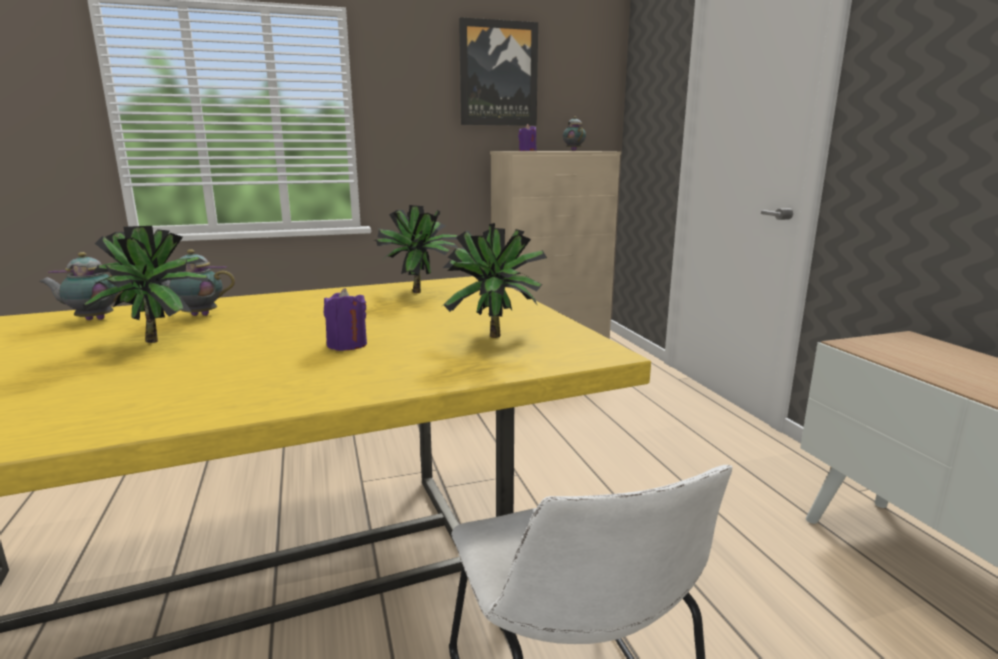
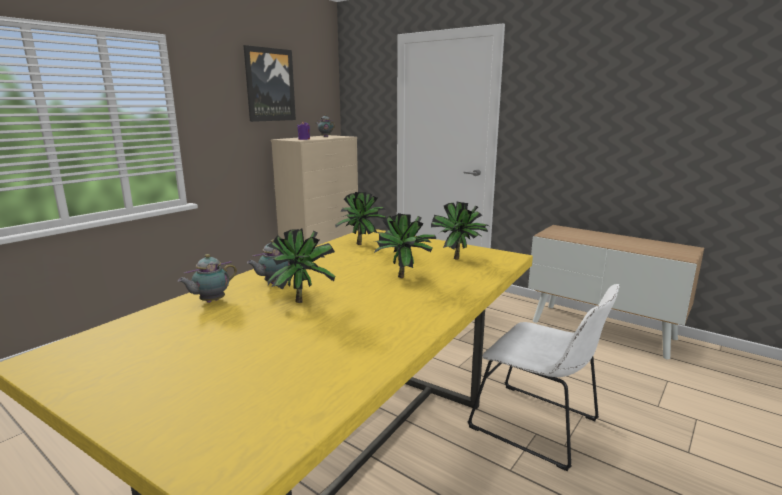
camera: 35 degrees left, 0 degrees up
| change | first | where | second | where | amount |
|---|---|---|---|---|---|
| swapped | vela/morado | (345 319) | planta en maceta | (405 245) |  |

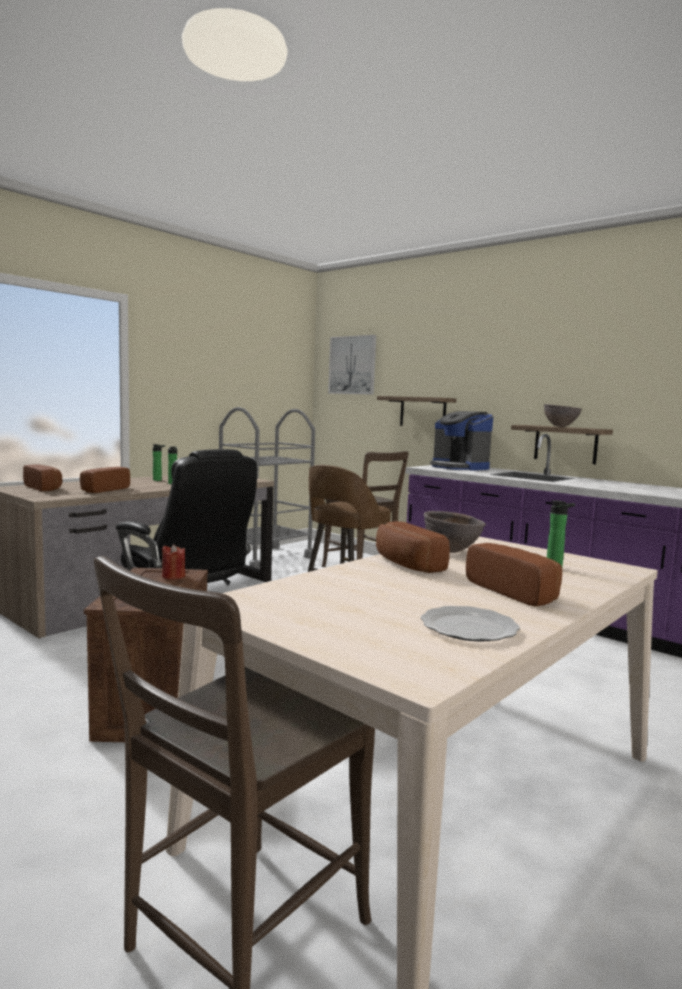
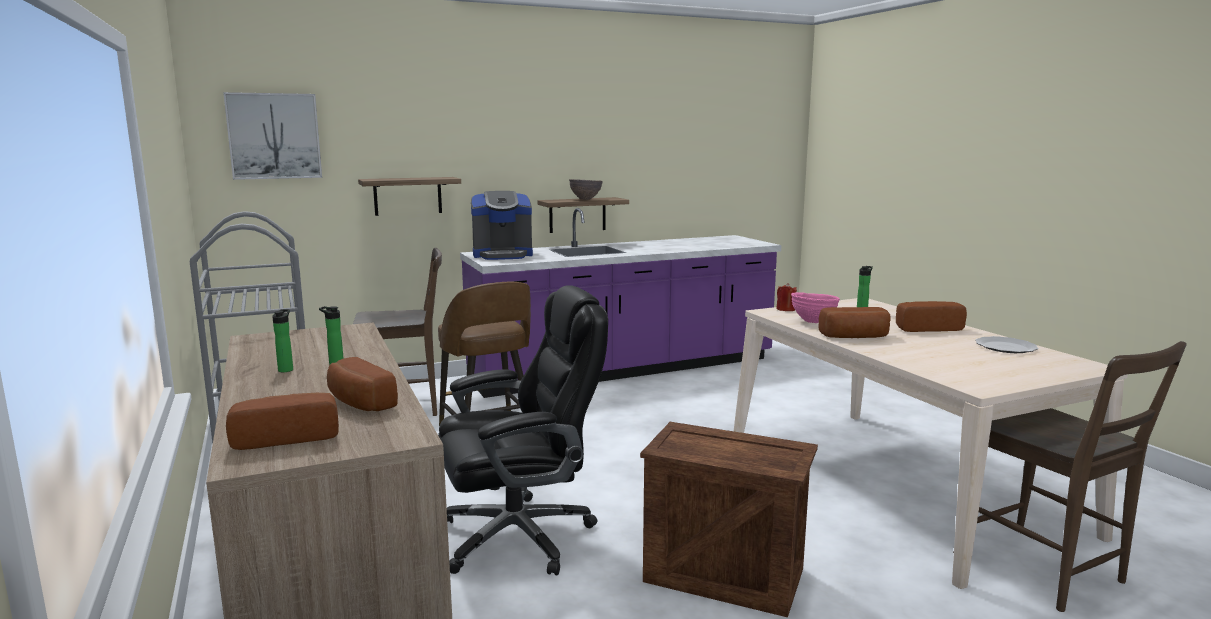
camera: 65 degrees left, 5 degrees up
| change | first | where | second | where | amount |
|---|---|---|---|---|---|
| shifted | vela/rojo | (173 562) |  | (786 297) |  |
| repainted | cuenco/marrón | (455 532) | cuenco/rosa | (815 307) |  |

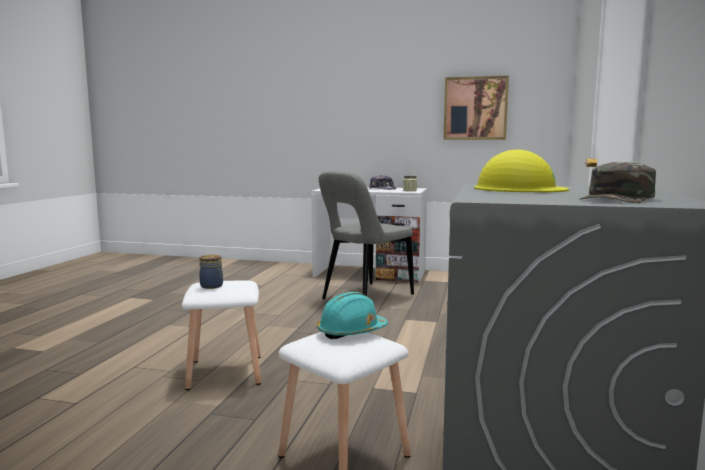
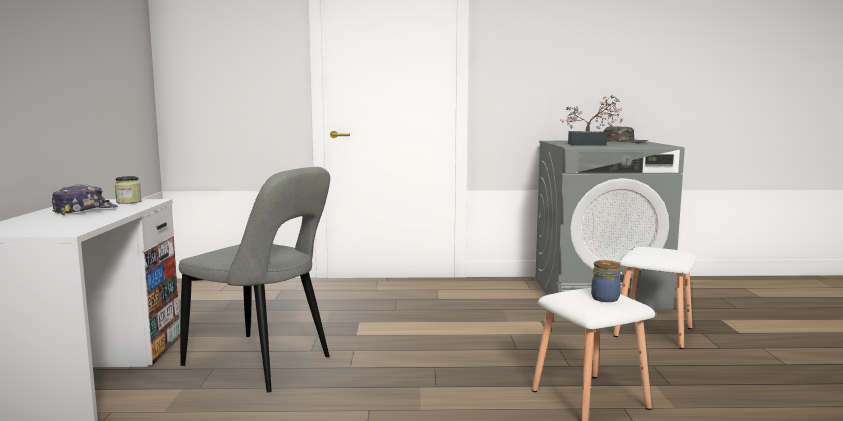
camera: 105 degrees left, 0 degrees up
| change | first | where | second | where | amount |
|---|---|---|---|---|---|
| gone | casco/turquesa | (352 315) |  |  |  |
| gone | cuadro | (476 108) |  |  |  |
| swapped | casco/amarillo | (521 171) | planta en maceta | (591 120) |  |

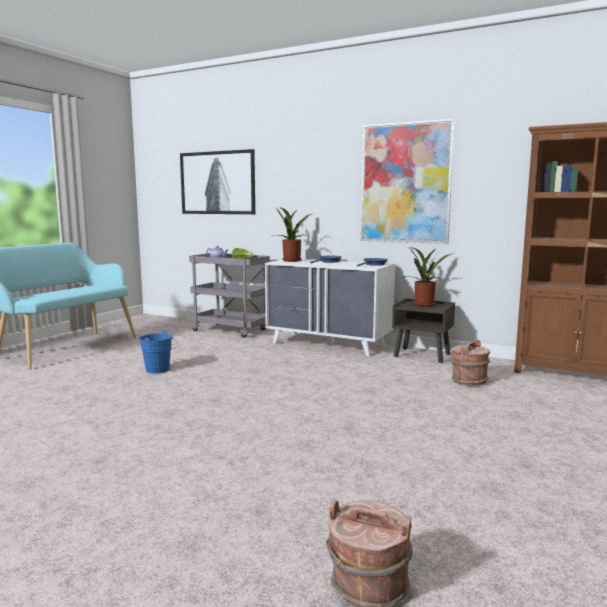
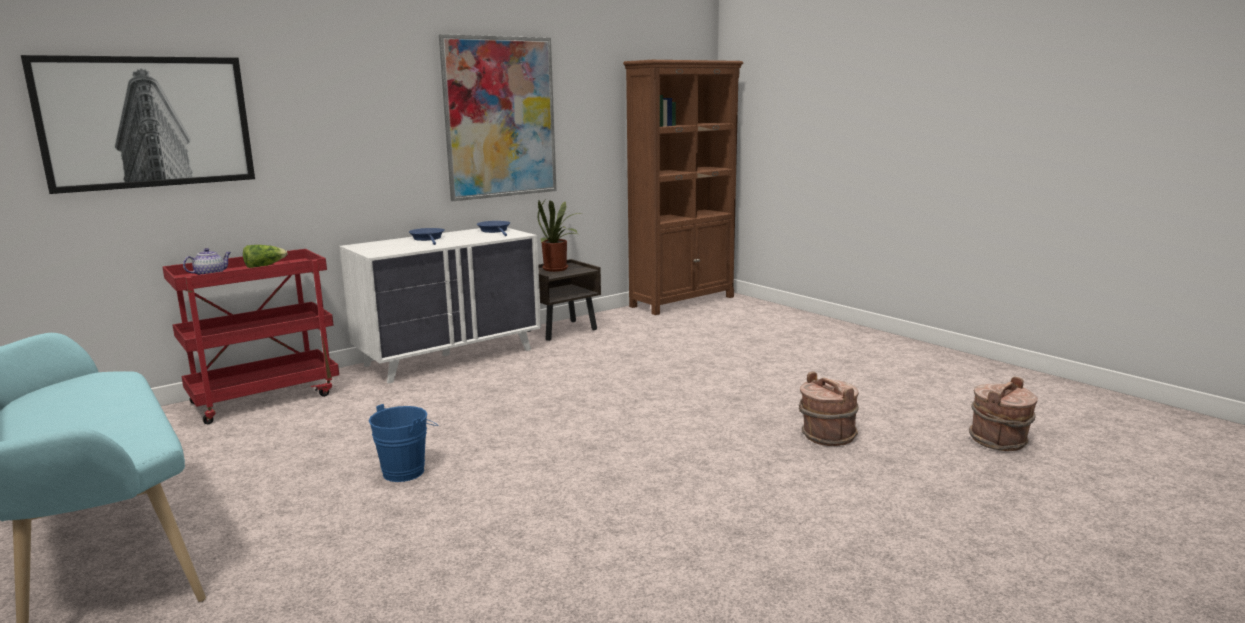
camera: 65 degrees left, 5 degrees up
| change | first | where | second | where | amount |
|---|---|---|---|---|---|
| repainted | carrito/gris | (229 295) | carrito/rojo | (250 336) |  |
| gone | planta en maceta | (291 234) |  |  |  |
| shifted | cubo/marrón | (470 362) |  | (829 408) |  |

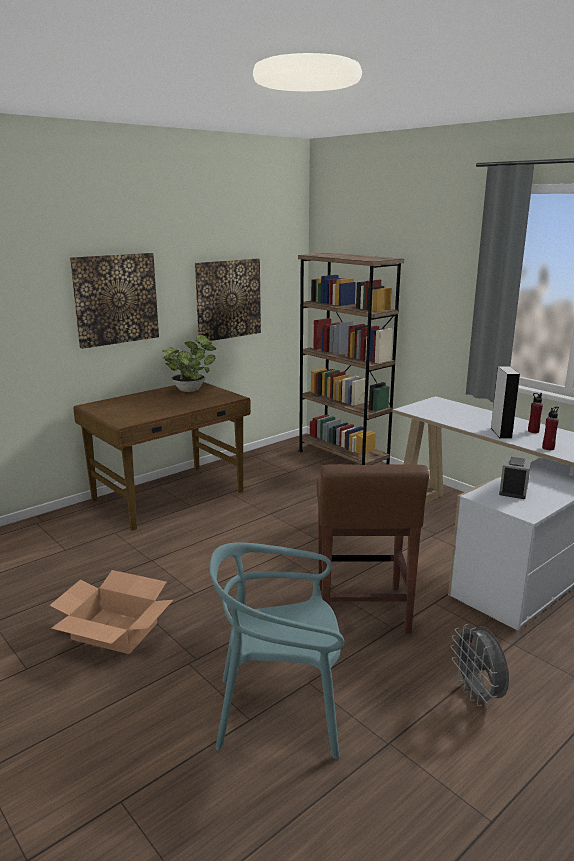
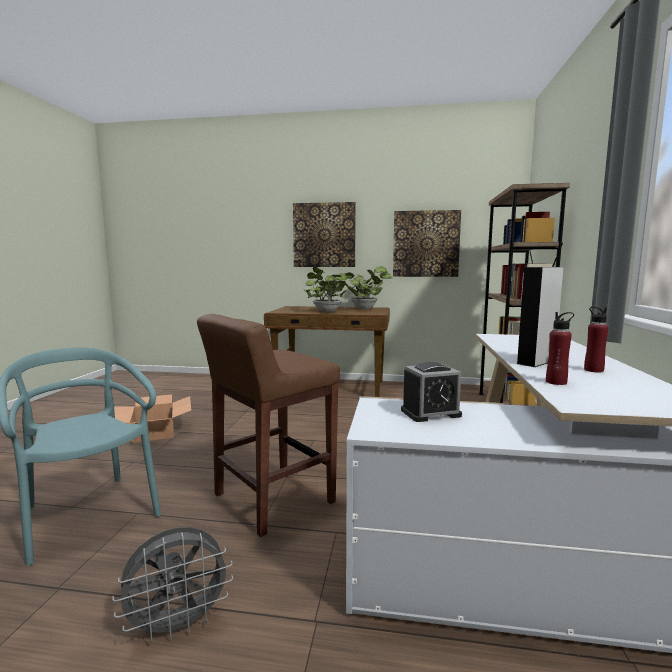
camera: 50 degrees right, 10 degrees down
| change | first | where | second | where | amount |
|---|---|---|---|---|---|
| rotated | ventilador/gris | (480 665) |  | (172 585) | 150 degrees counterclockwise |
| new |  |  | planta en maceta | (325 289) |  |

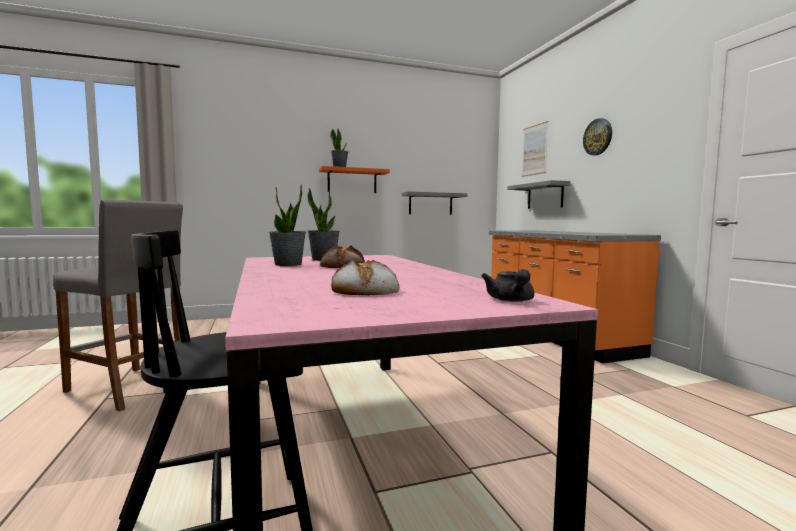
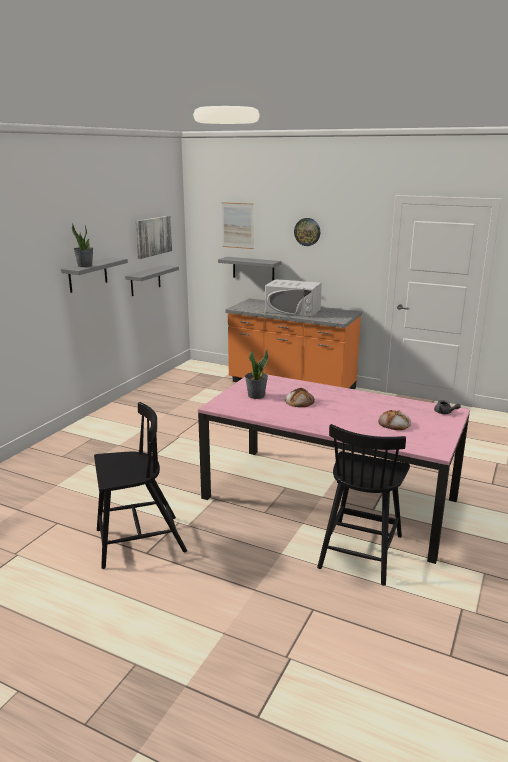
camera: 45 degrees left, 15 degrees up
| change | first | where | second | where | amount |
|---|---|---|---|---|---|
| swapped | taburete/gris | (118 305) | silla/negro | (140 485) |  |
| gone | planta en maceta | (287 225) |  |  |  |
| repainted | estante/naranja | (354 179) | estante/gris | (94 275) |  |
| new |  |  | cuadro | (153 237) |  |
| new |  |  | microondas/blanco | (293 298) |  |

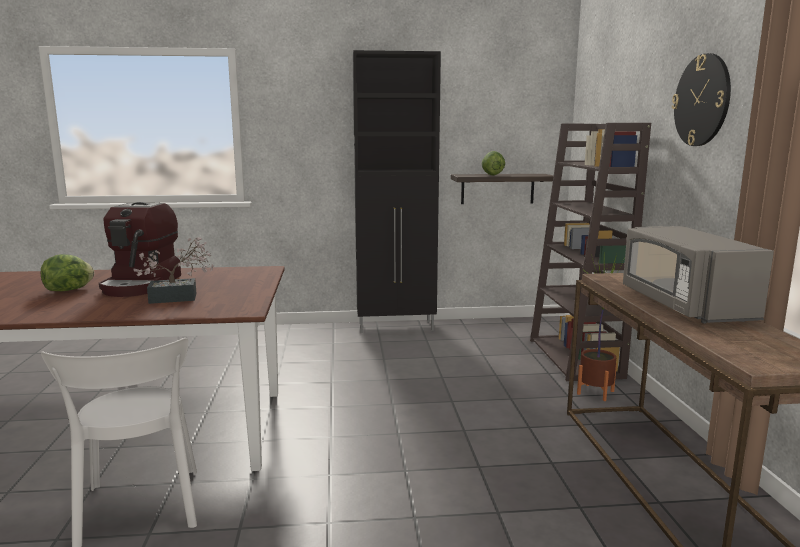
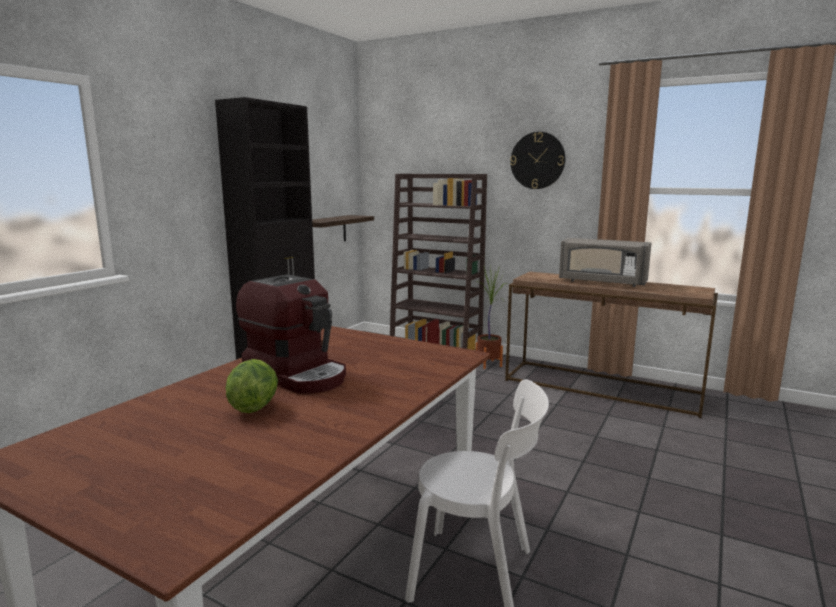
camera: 55 degrees left, 0 degrees up
| change | first | where | second | where | amount |
|---|---|---|---|---|---|
| gone | planta en maceta | (173 270) |  |  |  |
| gone | lechuga | (493 163) |  |  |  |

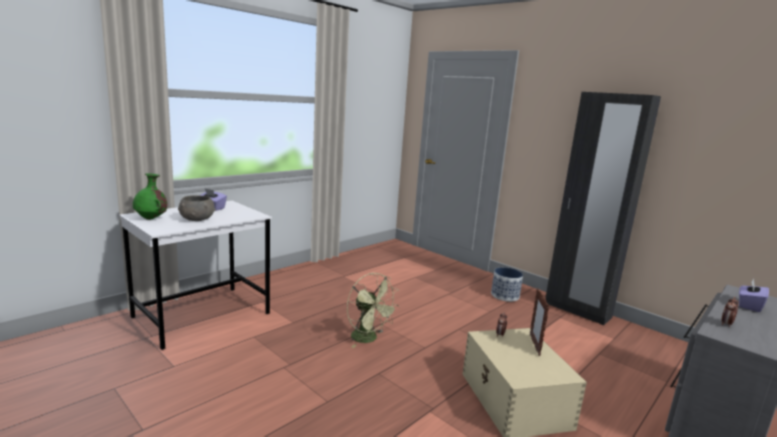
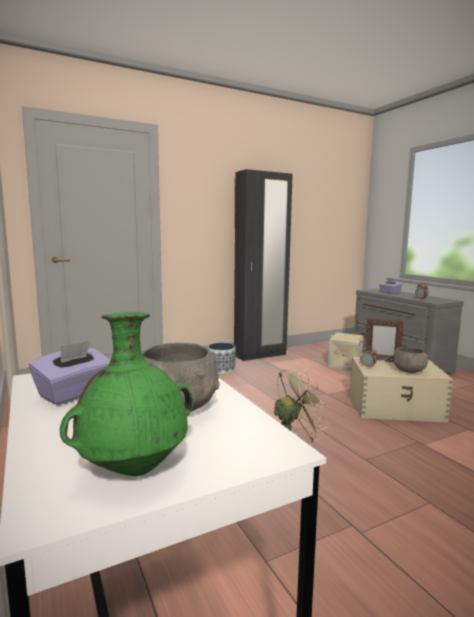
camera: 70 degrees left, 5 degrees down
| change | first | where | second | where | amount |
|---|---|---|---|---|---|
| new |  |  | caja de almacenaje/beis | (346 351) |  |
| new |  |  | cuenco/gris | (410 360) |  |

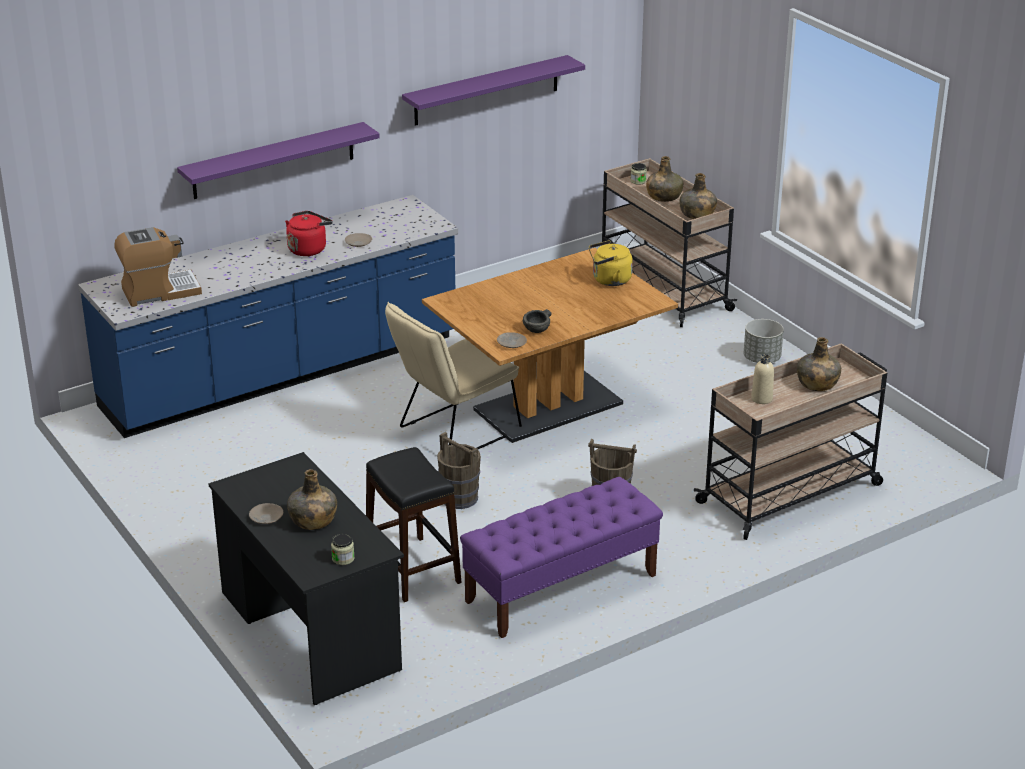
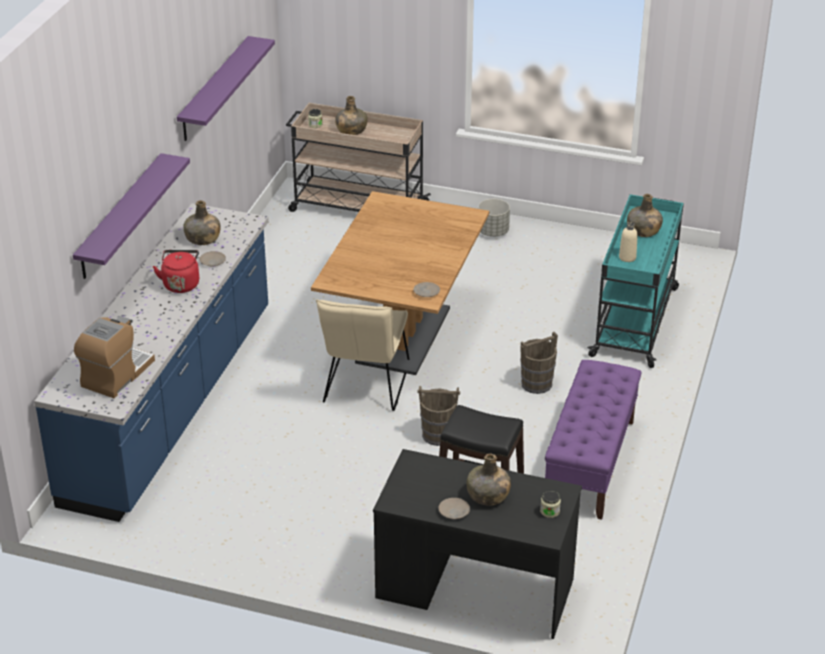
camera: 40 degrees left, 5 degrees up
| change | first | where | second | where | amount |
|---|---|---|---|---|---|
| gone | cuenco/gris | (537 321) |  |  |  |
| gone | hervidor/amarillo | (611 263) |  |  |  |
| shifted | botella/verde | (698 196) |  | (202 222) |  |
| repainted | carrito/beis | (790 441) | carrito/turquesa | (635 281) |  |

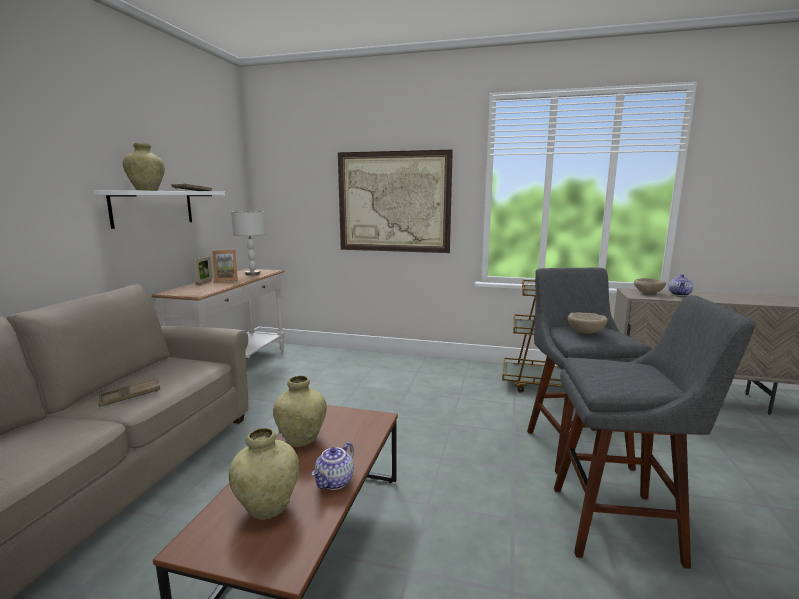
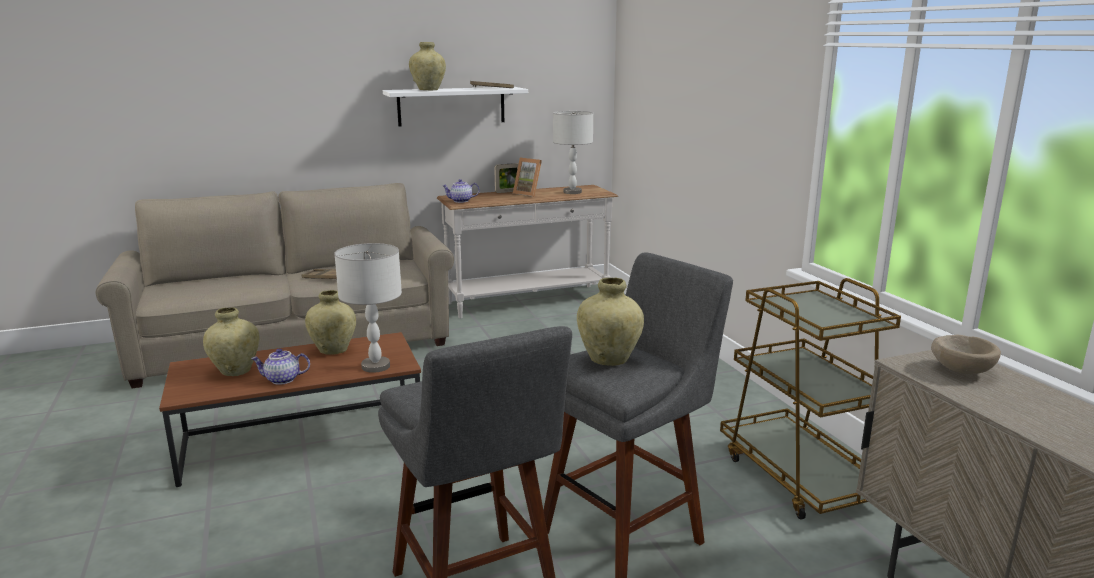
camera: 55 degrees right, 5 degrees up
| change | first | where | second | where | amount |
|---|---|---|---|---|---|
| gone | cuadro | (395 201) |  |  |  |
| swapped | cuenco/beis | (588 323) | florero/beis | (610 321) |  |
| shifted | tetera | (681 285) |  | (461 191) |  |
| new |  |  | lámpara de mesa/gris | (368 308) |  |

